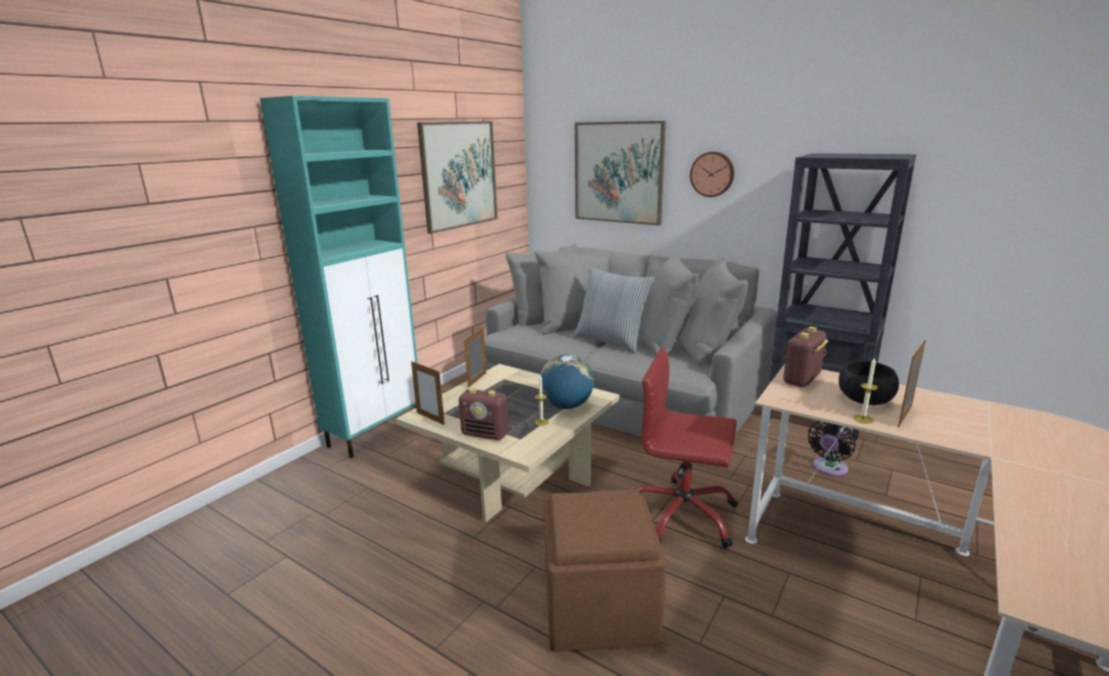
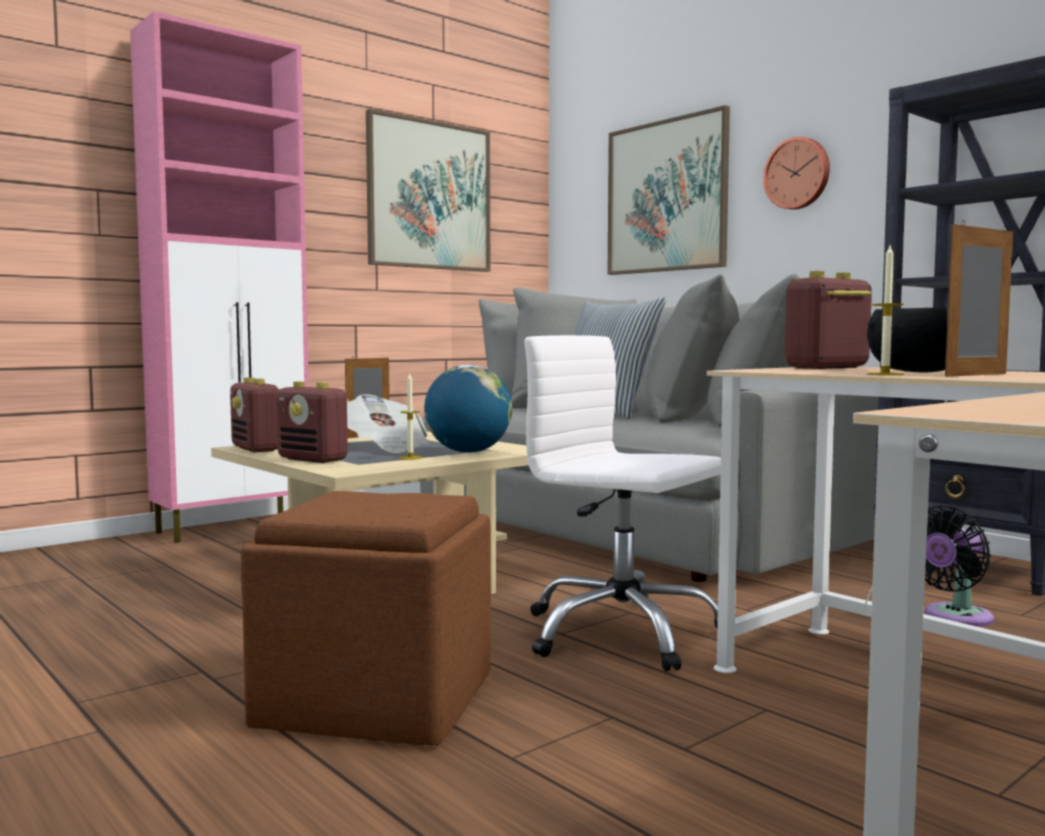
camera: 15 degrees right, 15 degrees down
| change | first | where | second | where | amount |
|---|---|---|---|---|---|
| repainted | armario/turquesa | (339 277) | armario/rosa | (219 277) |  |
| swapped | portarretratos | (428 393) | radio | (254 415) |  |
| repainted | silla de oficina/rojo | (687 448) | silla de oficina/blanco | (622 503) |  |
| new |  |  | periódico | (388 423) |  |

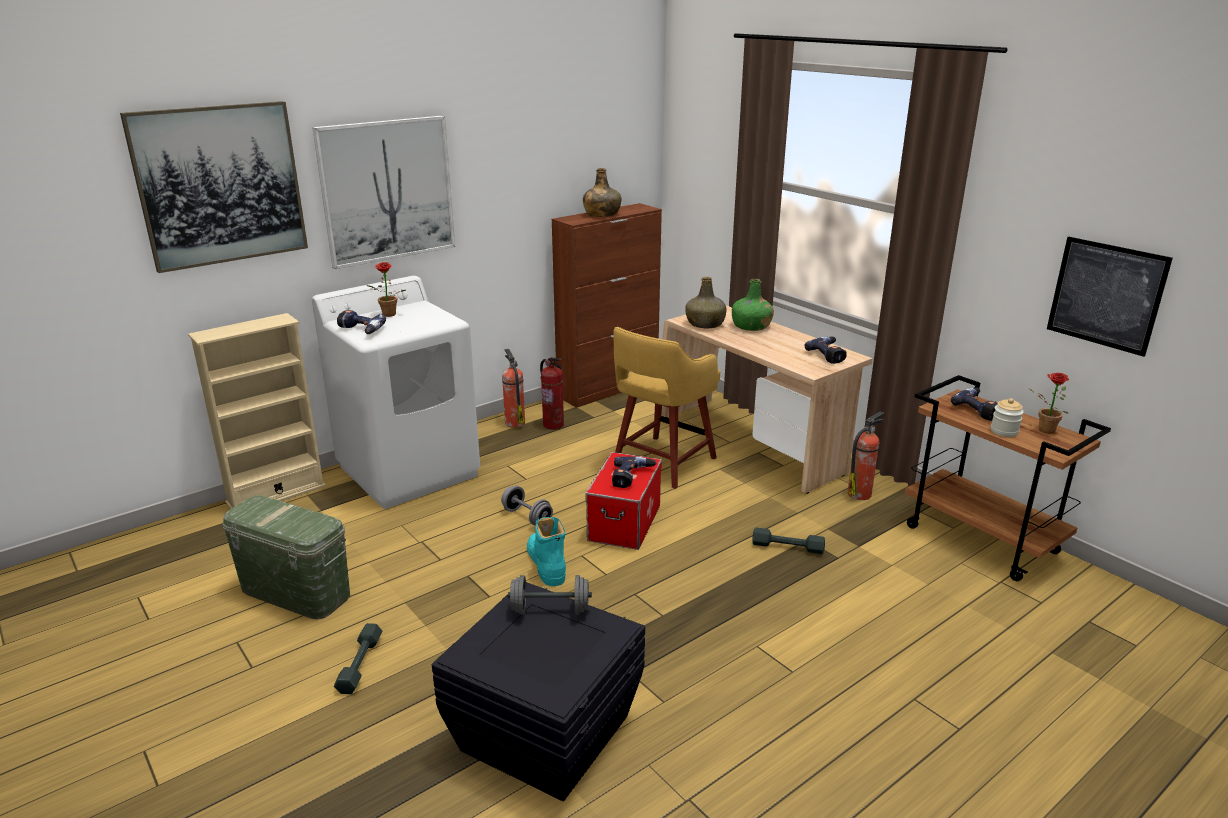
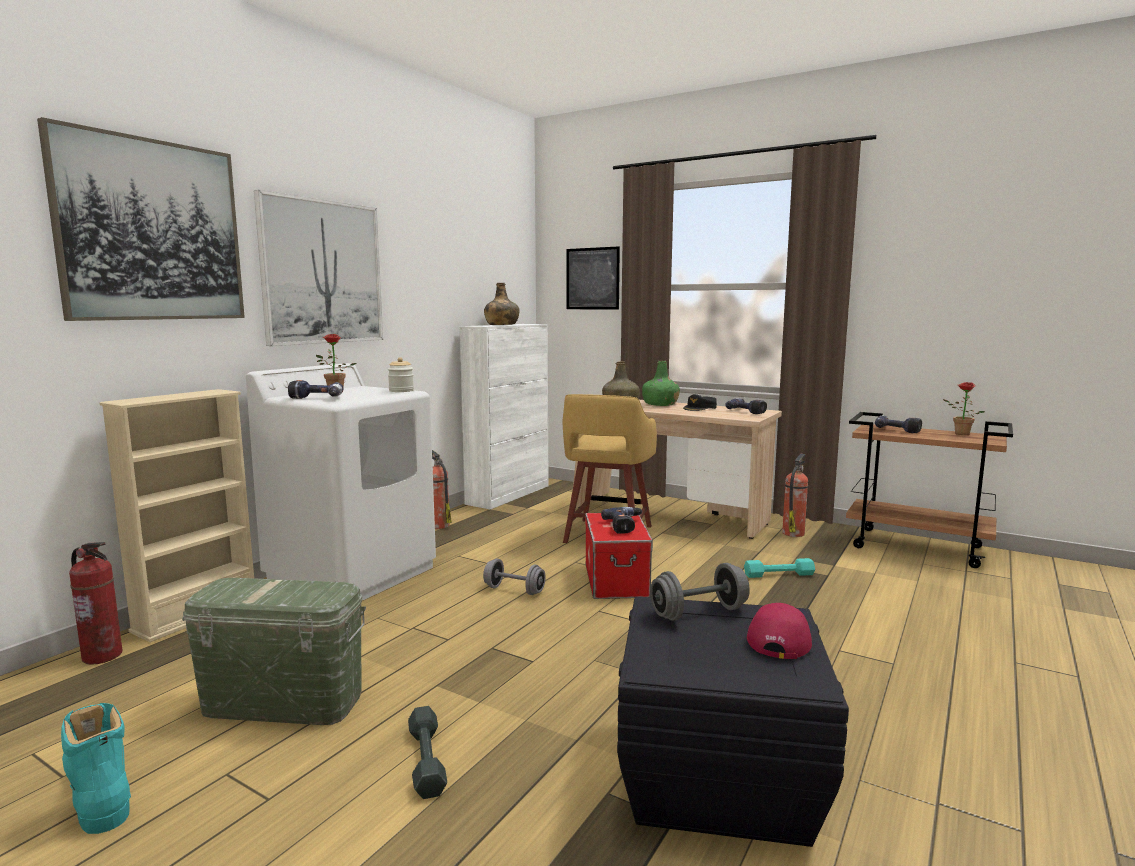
camera: 20 degrees left, 15 degrees down
| change | first | where | second | where | amount |
|---|---|---|---|---|---|
| shifted | bota/turquesa | (546 551) |  | (96 768) |  |
| shifted | extintor | (552 393) |  | (96 603) |  |
| repainted | armario/marrón | (607 305) | armario/blanco | (504 417) |  |
| repainted | mancuerna/gris | (788 540) | mancuerna/turquesa | (779 568) |  |
| shifted | tarro | (1007 417) |  | (401 374) |  |
| shifted | cuadro | (1110 297) |  | (593 278) |  |
| new |  |  | gorra/negro | (700 402) |  |
| new |  |  | gorra/rojo | (779 631) |  |

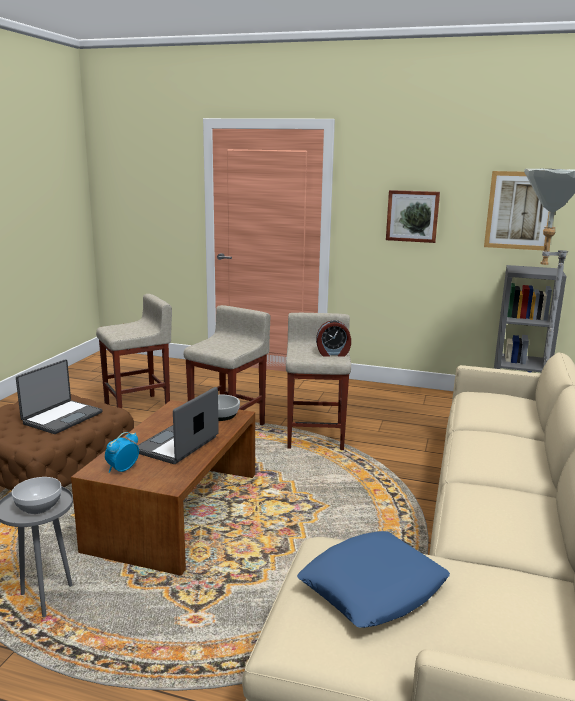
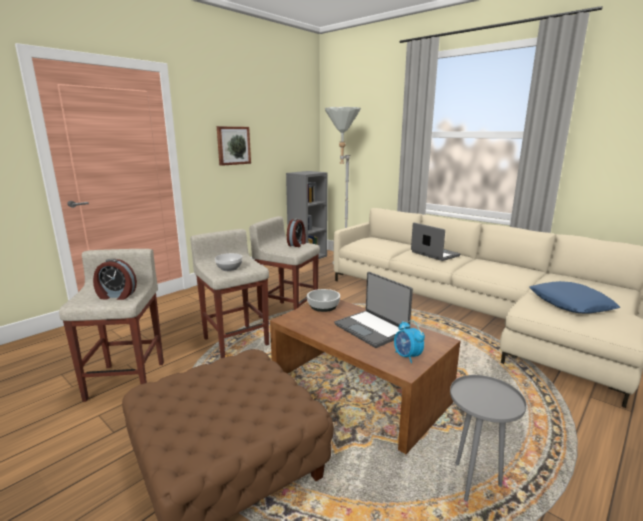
camera: 65 degrees left, 0 degrees up
| change | first | where | second | where | amount |
|---|---|---|---|---|---|
| shifted | cuenco | (36 495) |  | (228 262) |  |
| shifted | portátil | (59 396) |  | (435 242) |  |
| gone | cuadro | (516 210) |  |  |  |
| new |  |  | despertador | (115 279) |  |

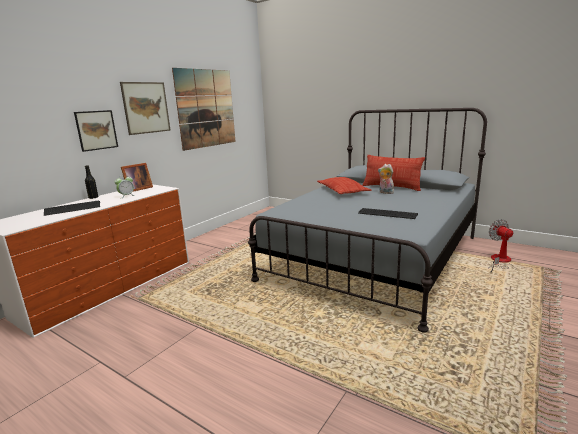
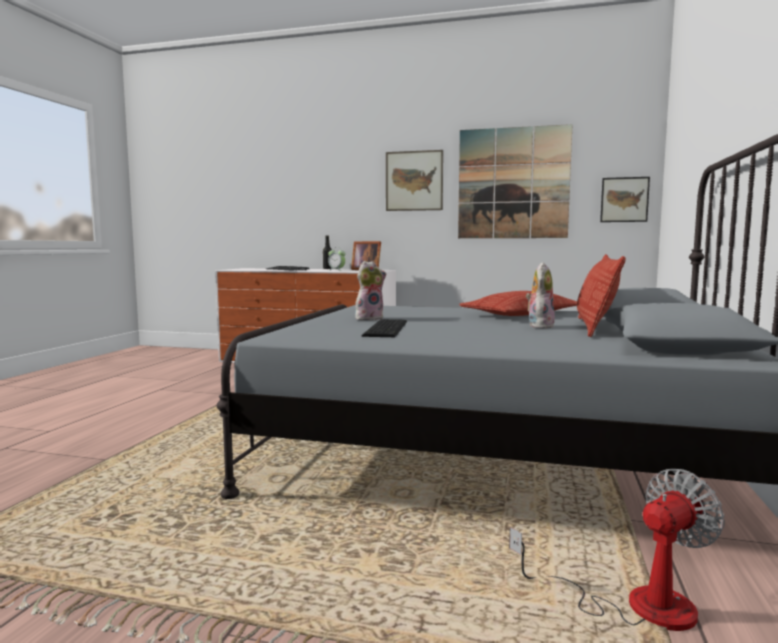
camera: 70 degrees right, 10 degrees down
| change | first | where | second | where | amount |
|---|---|---|---|---|---|
| shifted | cuadro | (96 131) |  | (625 199) |  |
| new |  |  | peluche | (371 290) |  |

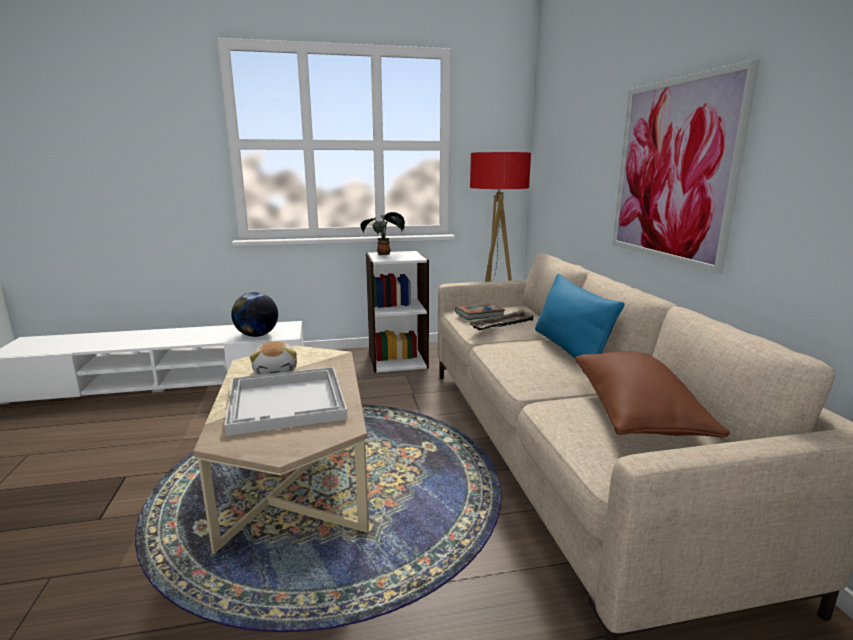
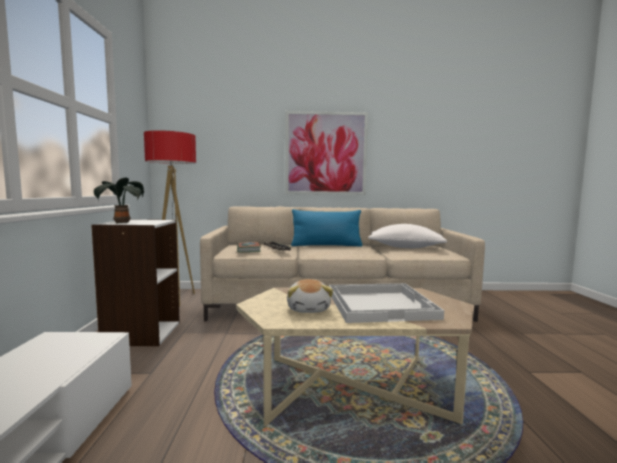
camera: 80 degrees left, 10 degrees down
| change | first | where | second | where | amount |
|---|---|---|---|---|---|
| gone | globo terráqueo | (254 314) |  |  |  |
| rotated | peluche | (273 358) |  | (310 296) | 90 degrees clockwise |
| repainted | cojín/marrón | (652 394) | cojín/blanco | (407 236) |  |

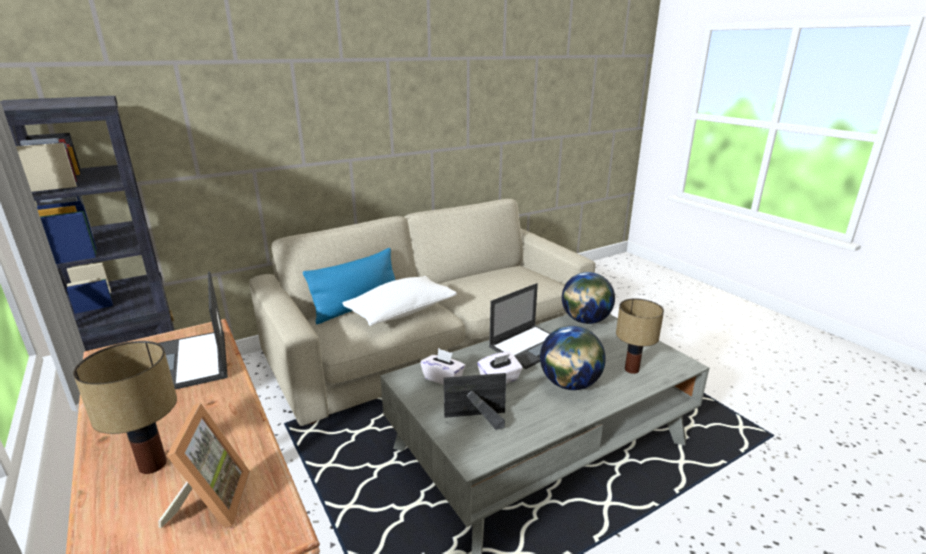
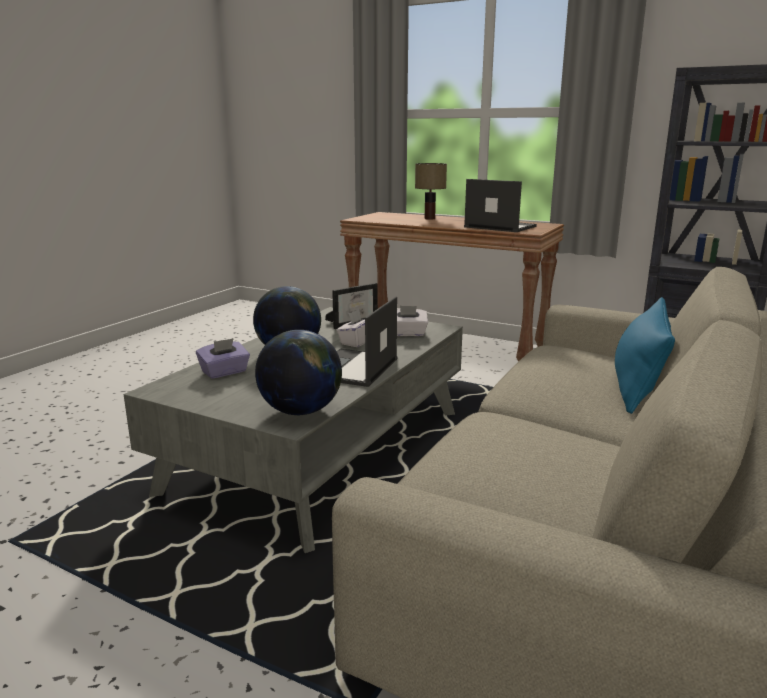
camera: 150 degrees right, 5 degrees down
| change | first | where | second | where | amount |
|---|---|---|---|---|---|
| gone | portarretratos | (204 466) |  |  |  |
| gone | cojín/blanco | (399 301) |  |  |  |
| swapped | lámpara de mesa | (640 336) | caja de pañuelos/morado | (223 358) |  |

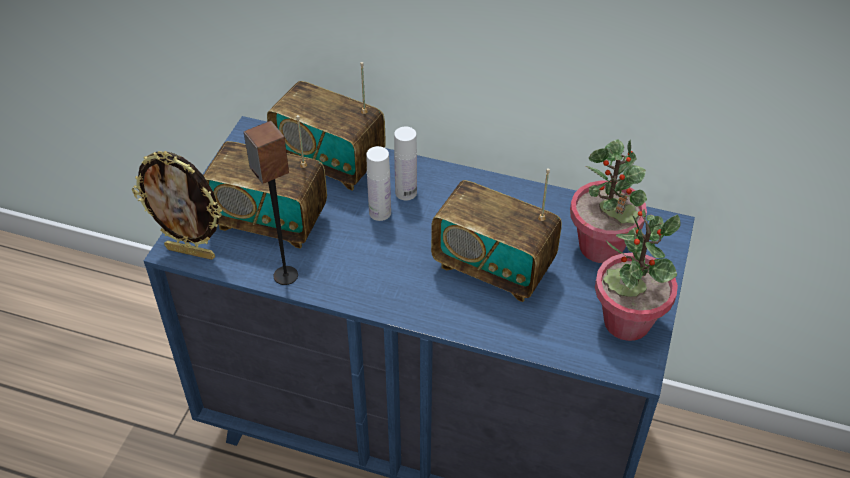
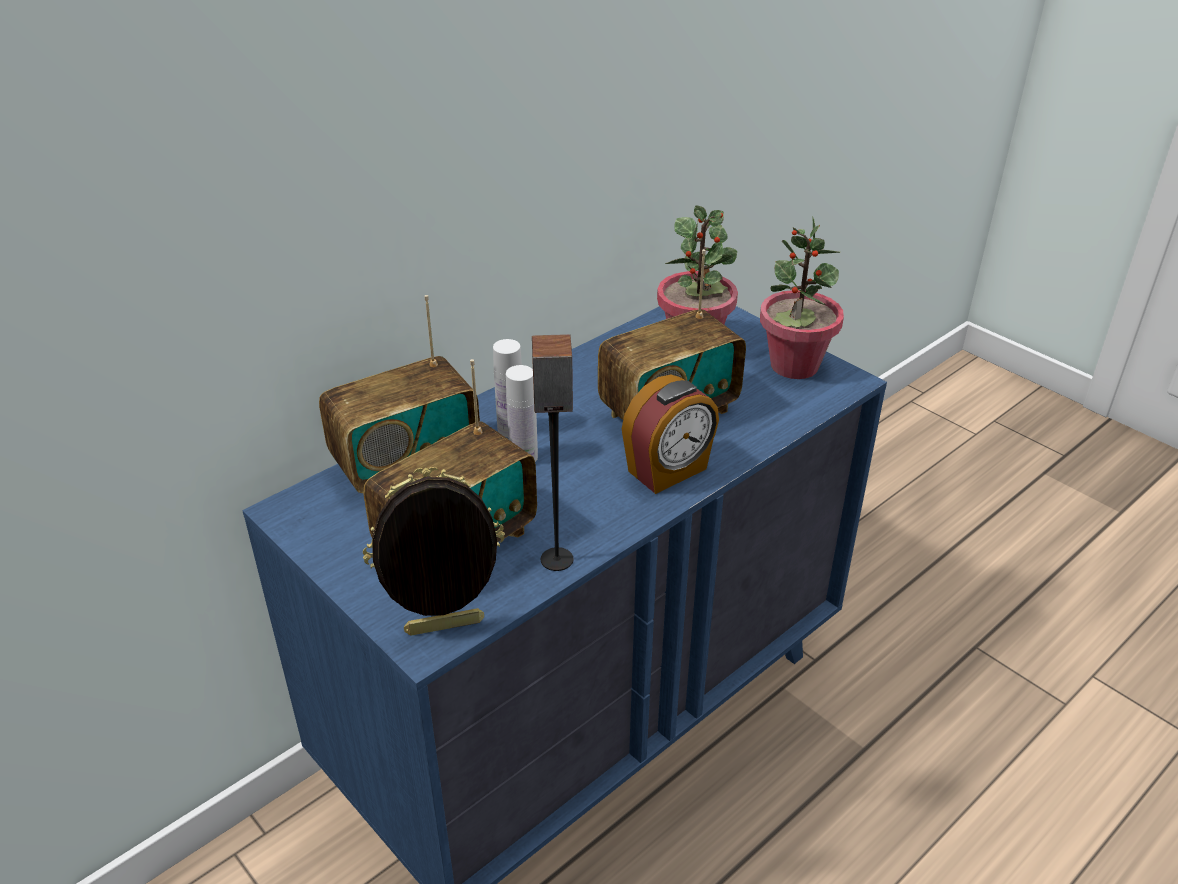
camera: 60 degrees left, 10 degrees down
| change | first | where | second | where | amount |
|---|---|---|---|---|---|
| rotated | portarretratos | (177 205) |  | (434 551) | 150 degrees counterclockwise |
| new |  |  | despertador | (670 434) |  |

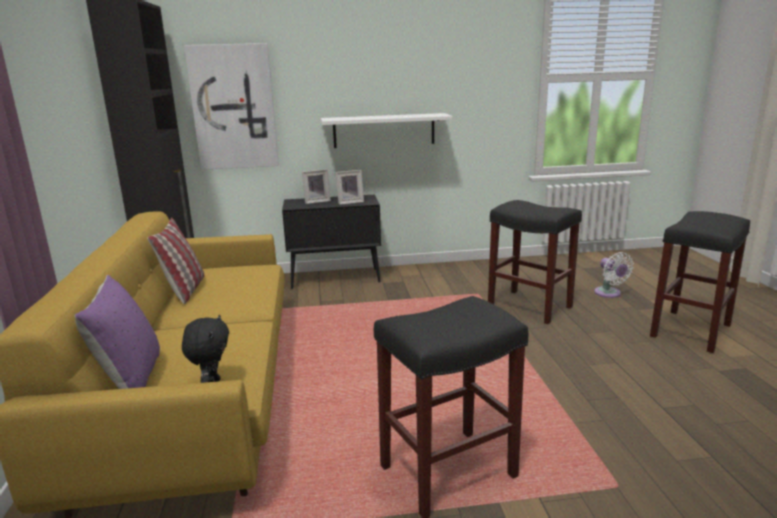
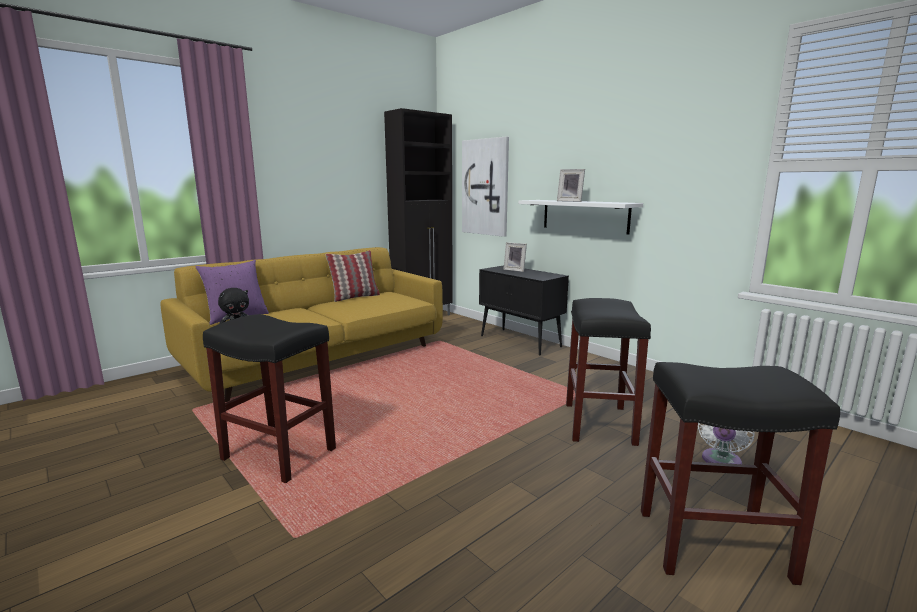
camera: 55 degrees right, 5 degrees down
| change | first | where | second | where | amount |
|---|---|---|---|---|---|
| shifted | portarretratos | (350 187) |  | (571 185) |  |

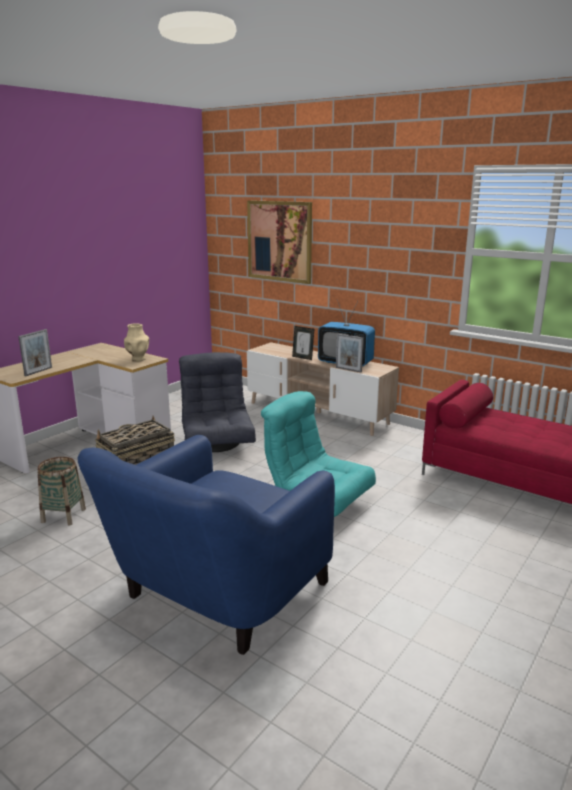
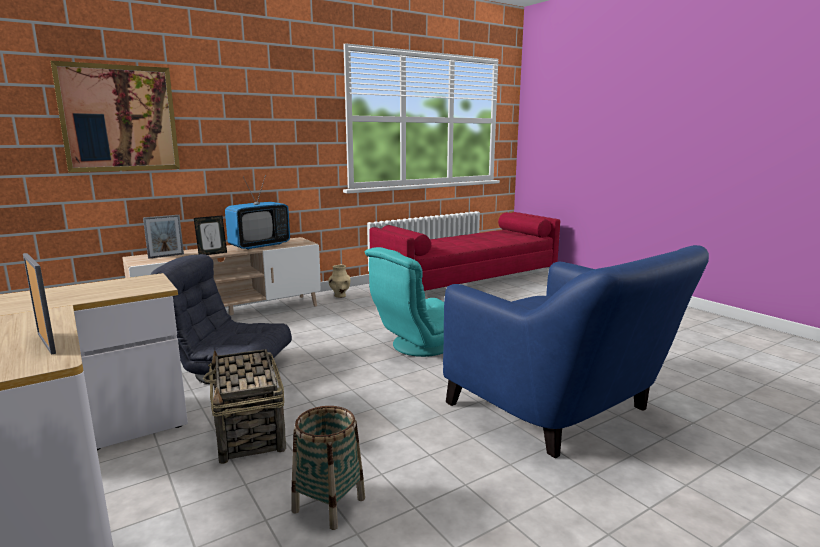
camera: 70 degrees left, 5 degrees down
| change | first | where | second | where | amount |
|---|---|---|---|---|---|
| shifted | florero/beis | (136 342) |  | (340 281) |  |
| shifted | portarretratos | (349 352) |  | (163 237) |  |

